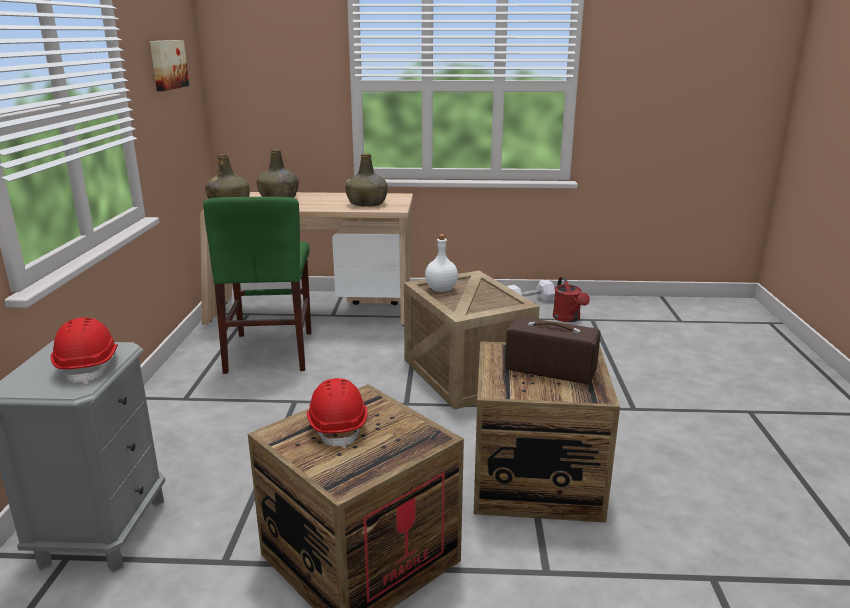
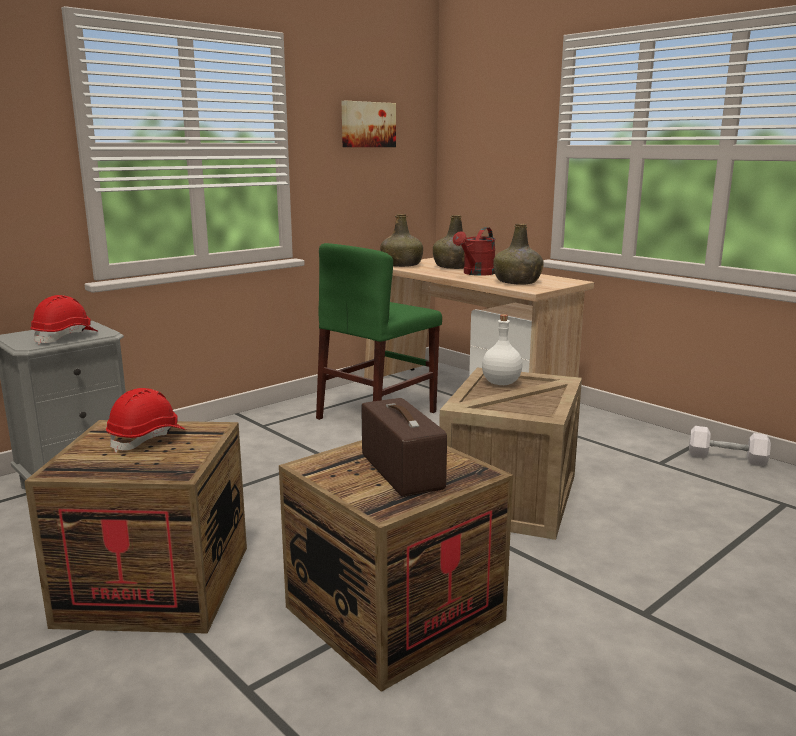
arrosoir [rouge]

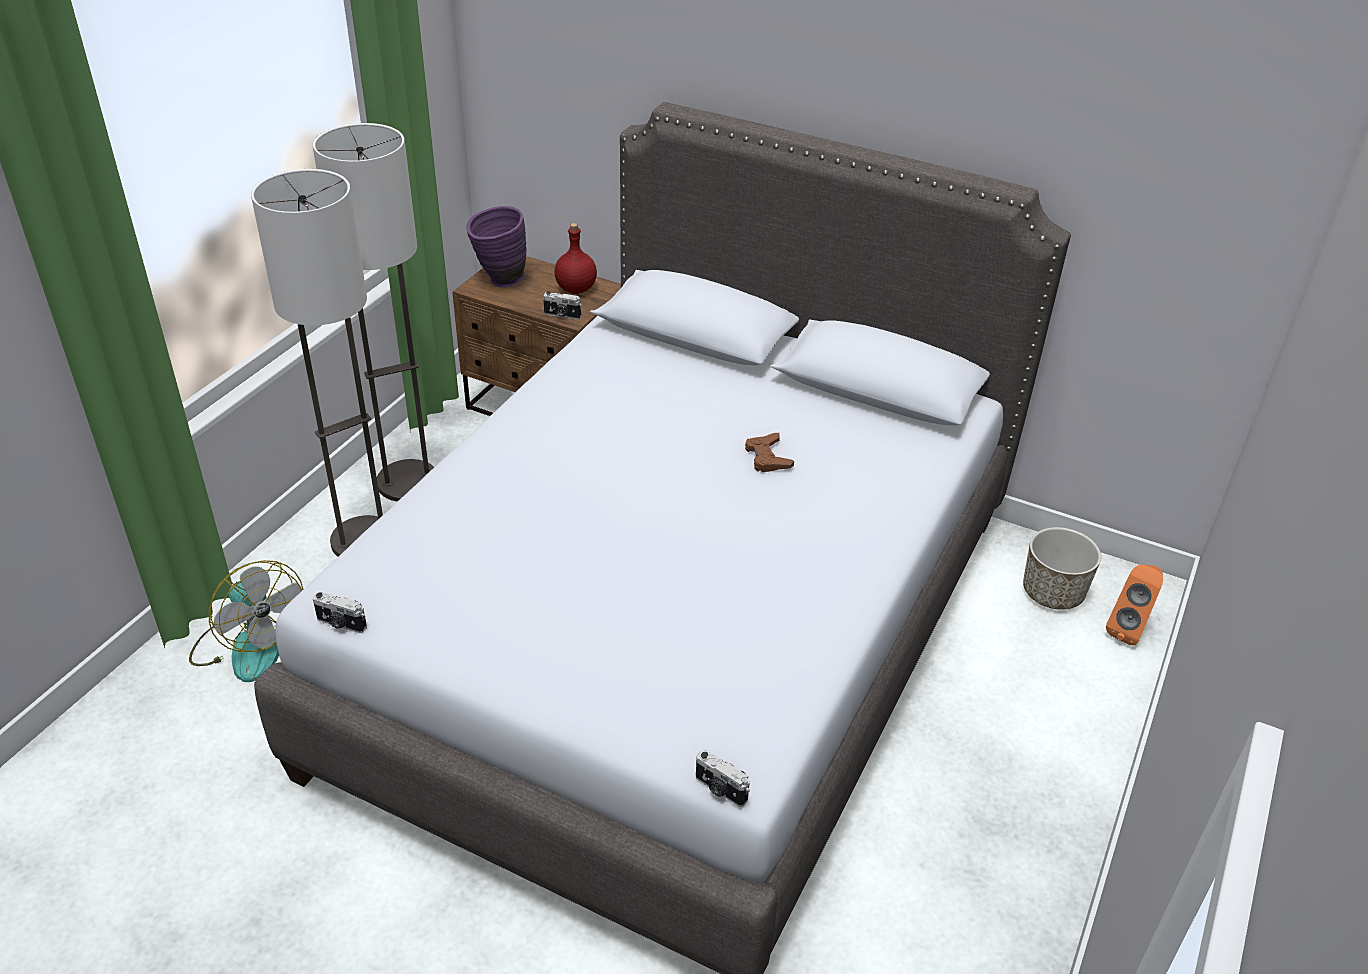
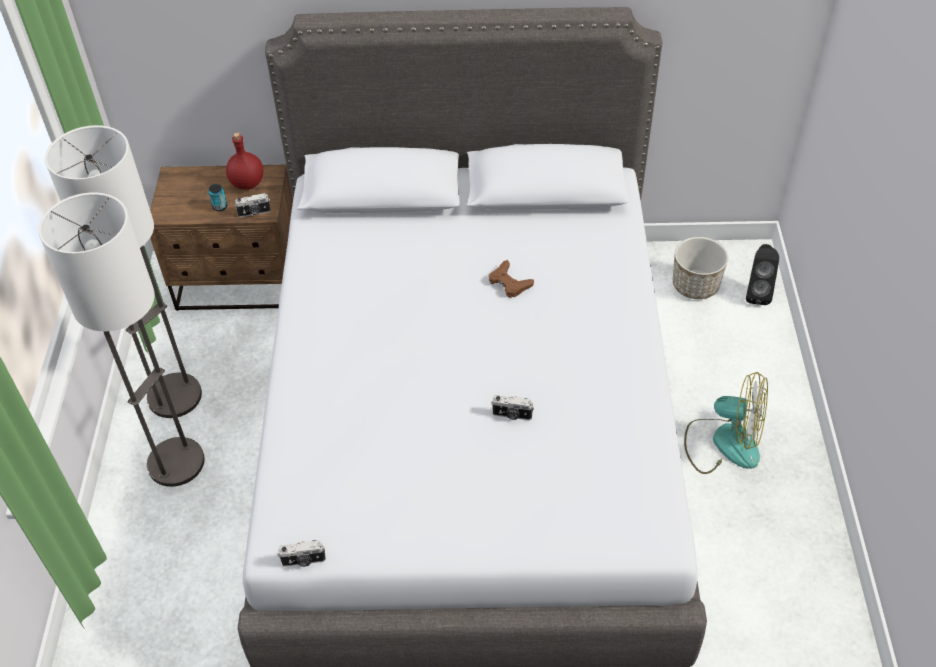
boîte métallique
appareil photo (no. 3 from left)
ventilateur
enceinte [noir]
vase [violet]

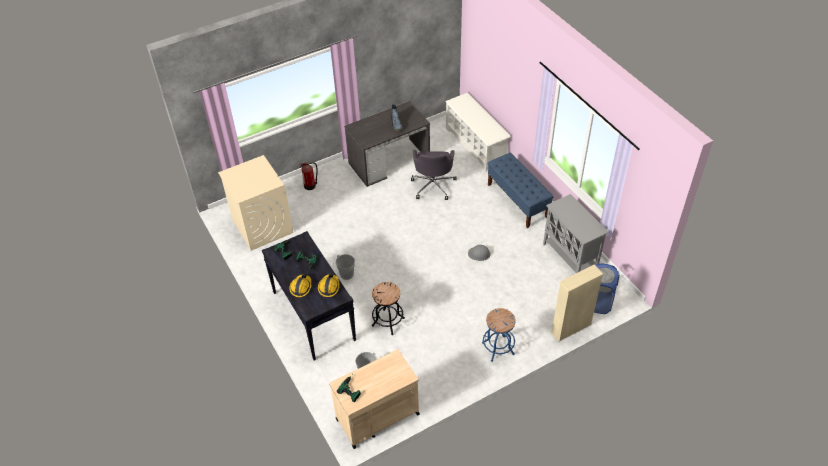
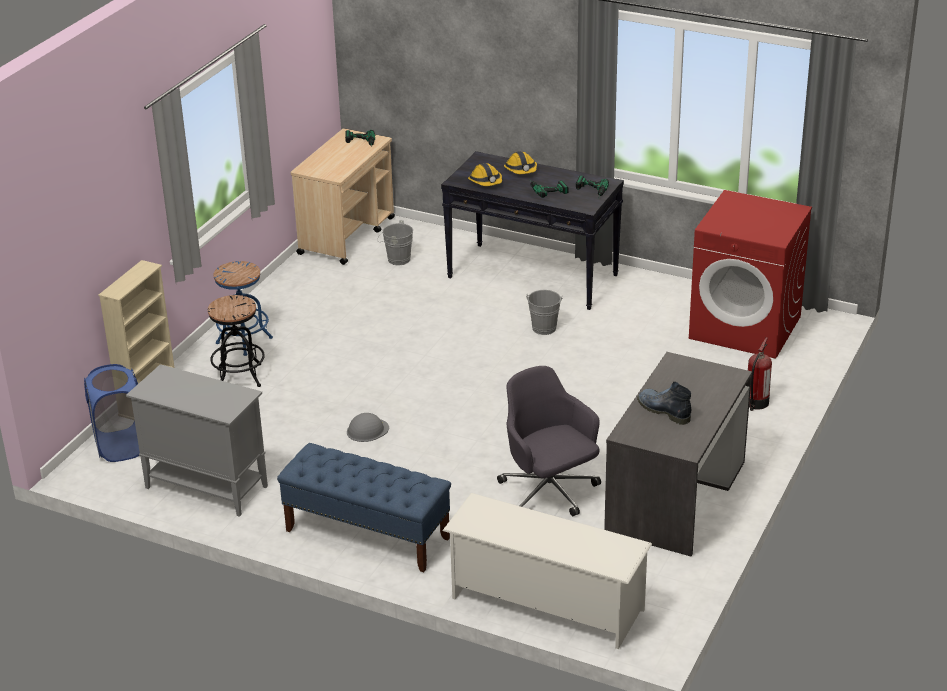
tabouret [noir]
lave-linge [rouge]

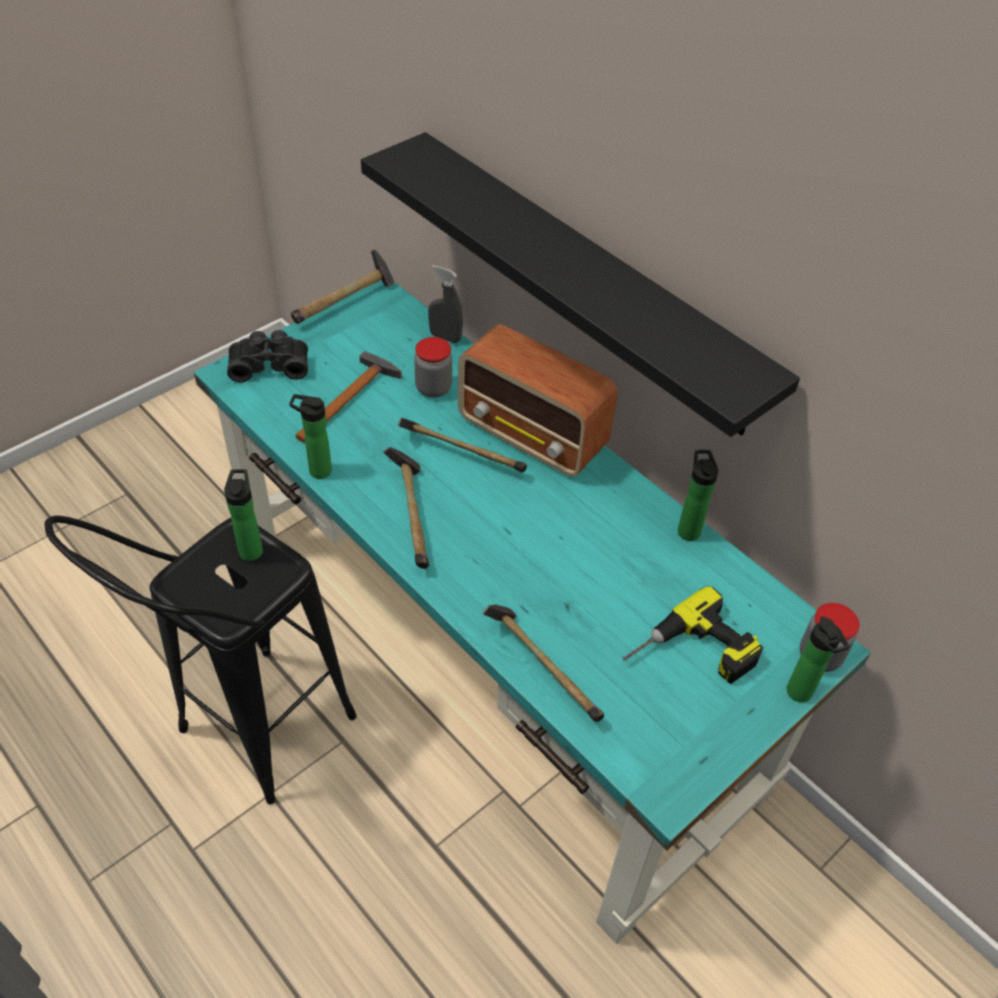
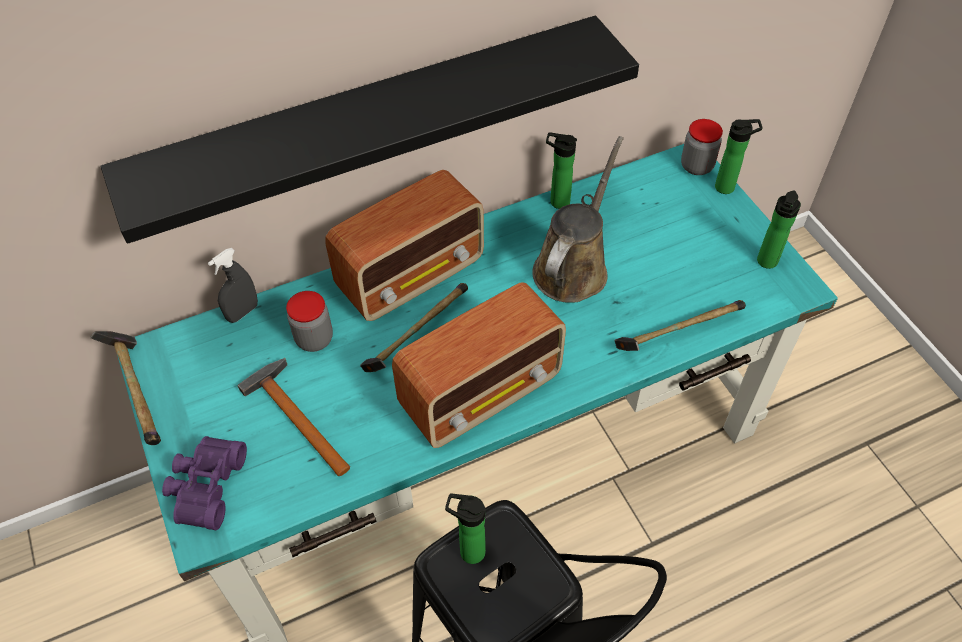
jumelles [violet]
radio (no. 2 from left)
arrosoir [marron]
bouteille (no. 4 from left)
perceuse

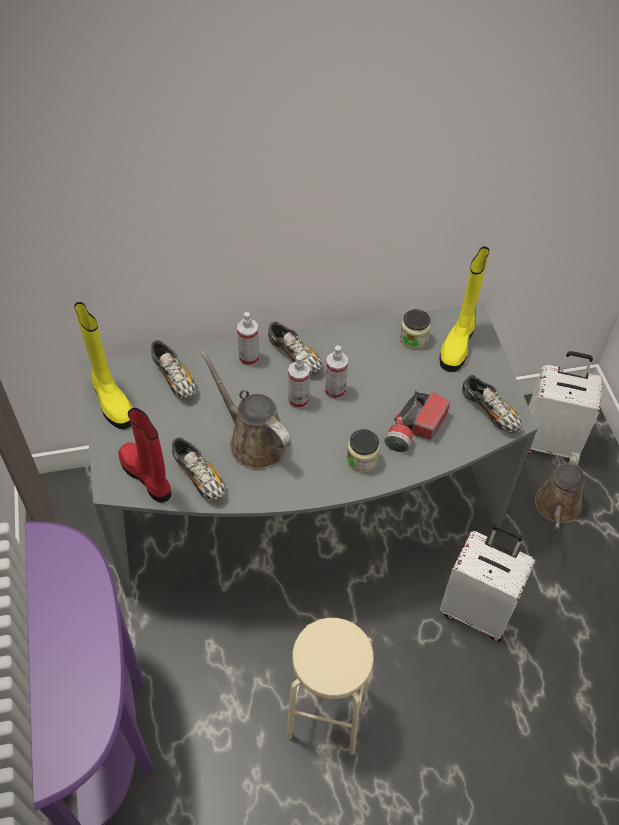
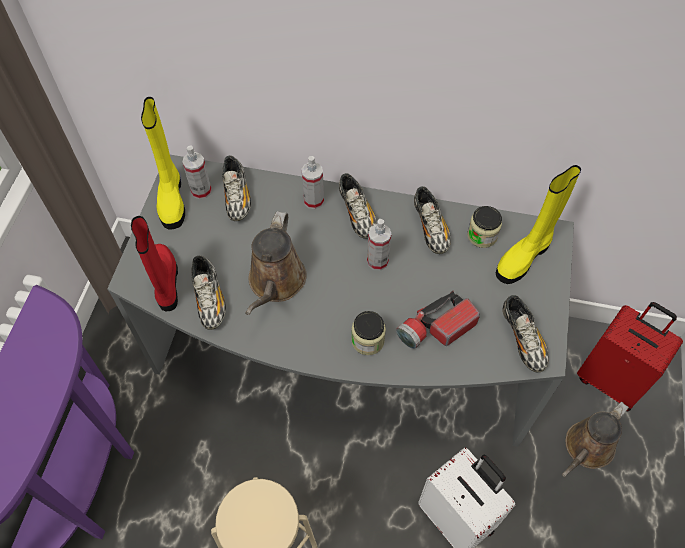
vaporisateur (no. 1 from left)
arrosoir [marron] (no. 1 from left)
chaussure (no. 4 from left)
valise [rouge]

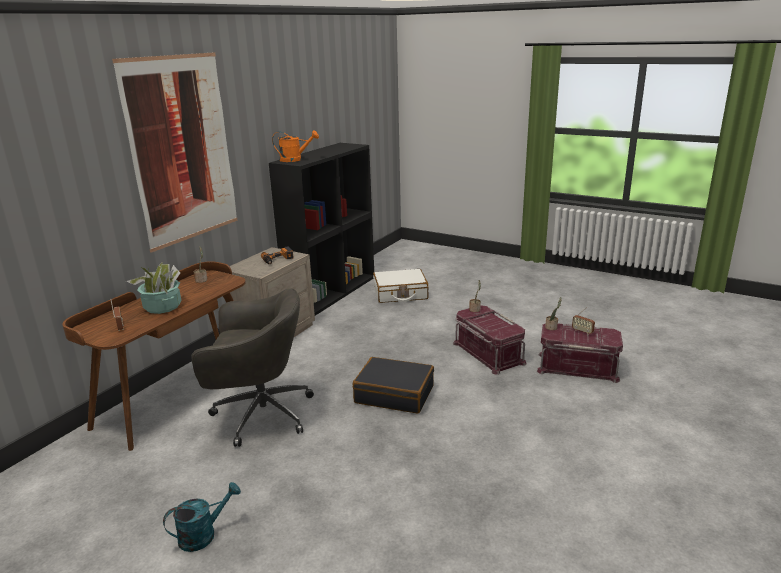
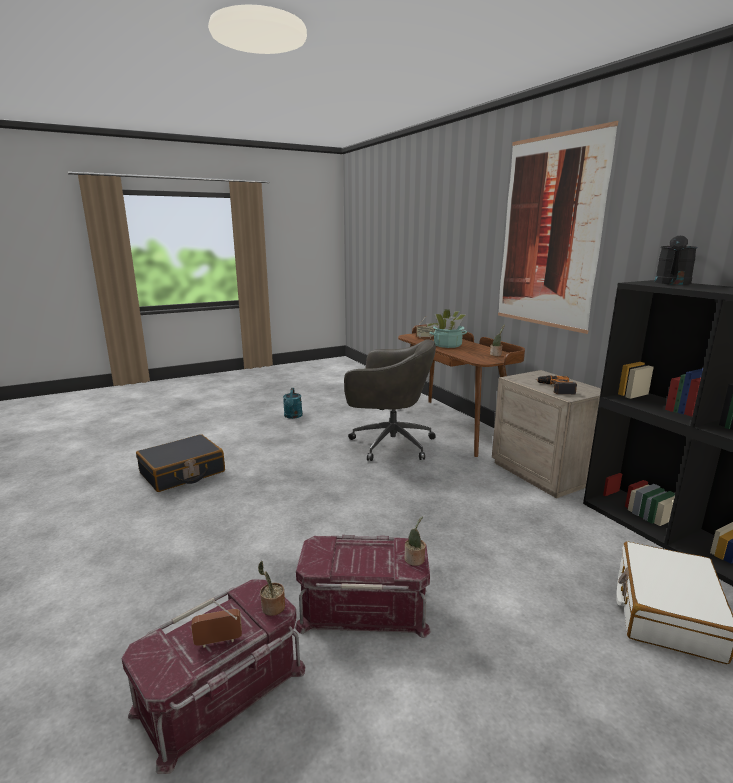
valise [noir]
chaise de bureau [gris]
arrosoir [noir]

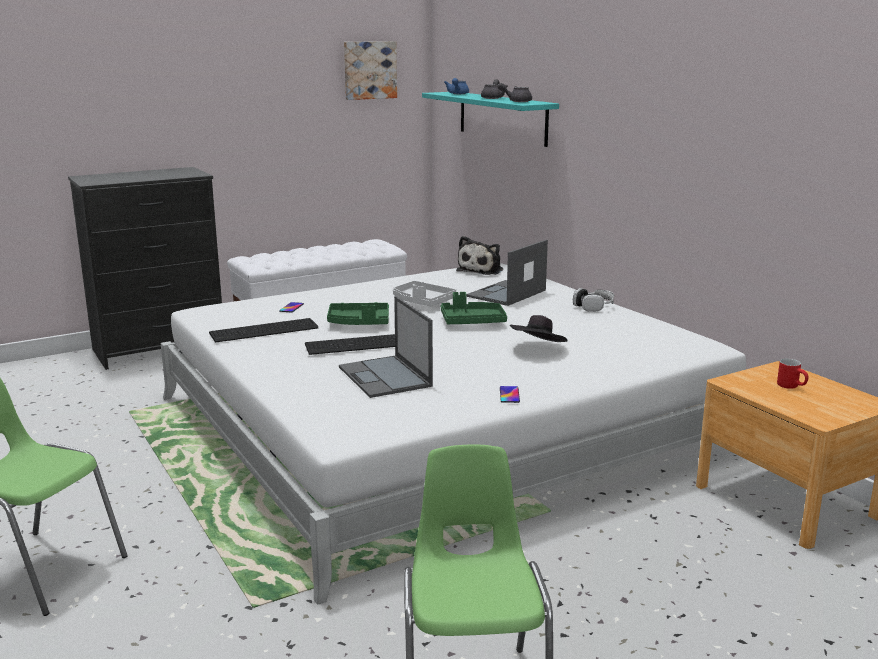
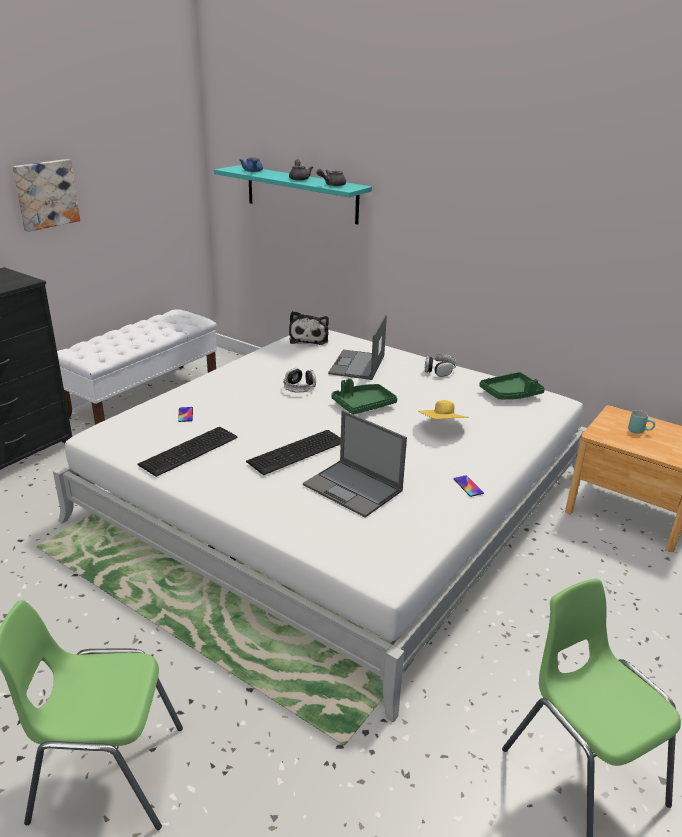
tableau
casque audio (no. 1 from left)
chapeau [jaune]
plateau [vert] (no. 2 from left)
mug [turquoise]

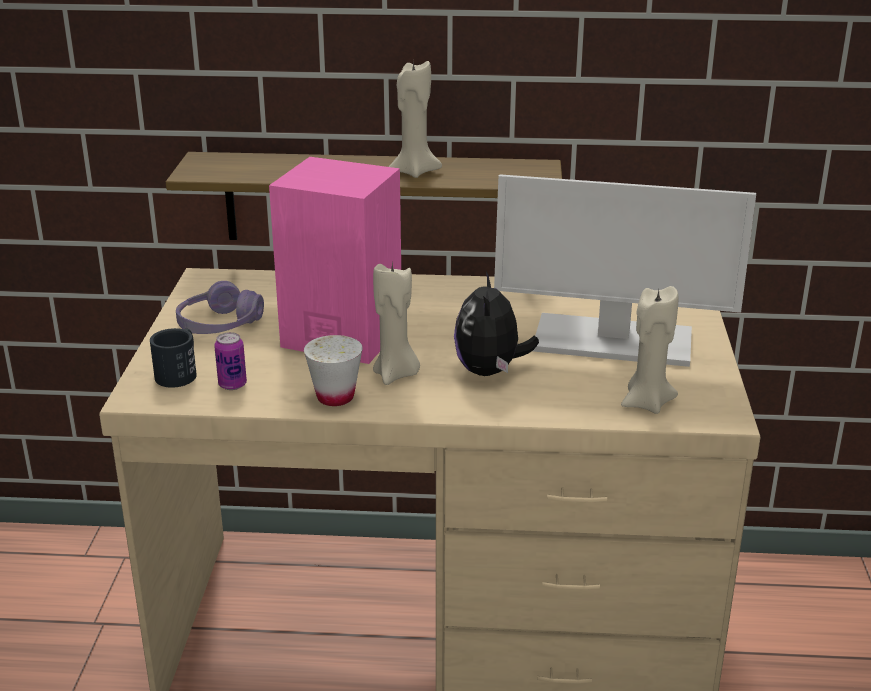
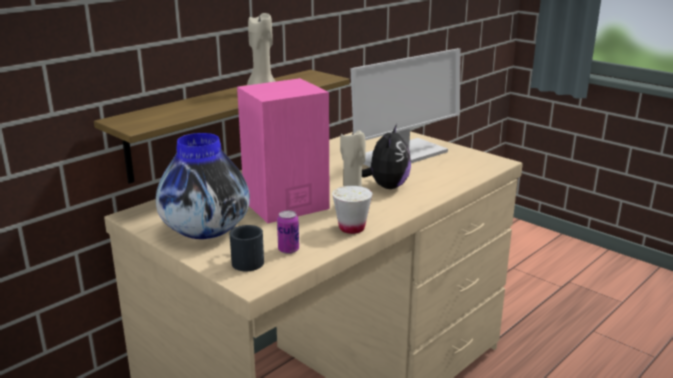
vase
peluche
bougie [beige] (no. 3 from left in the first image)

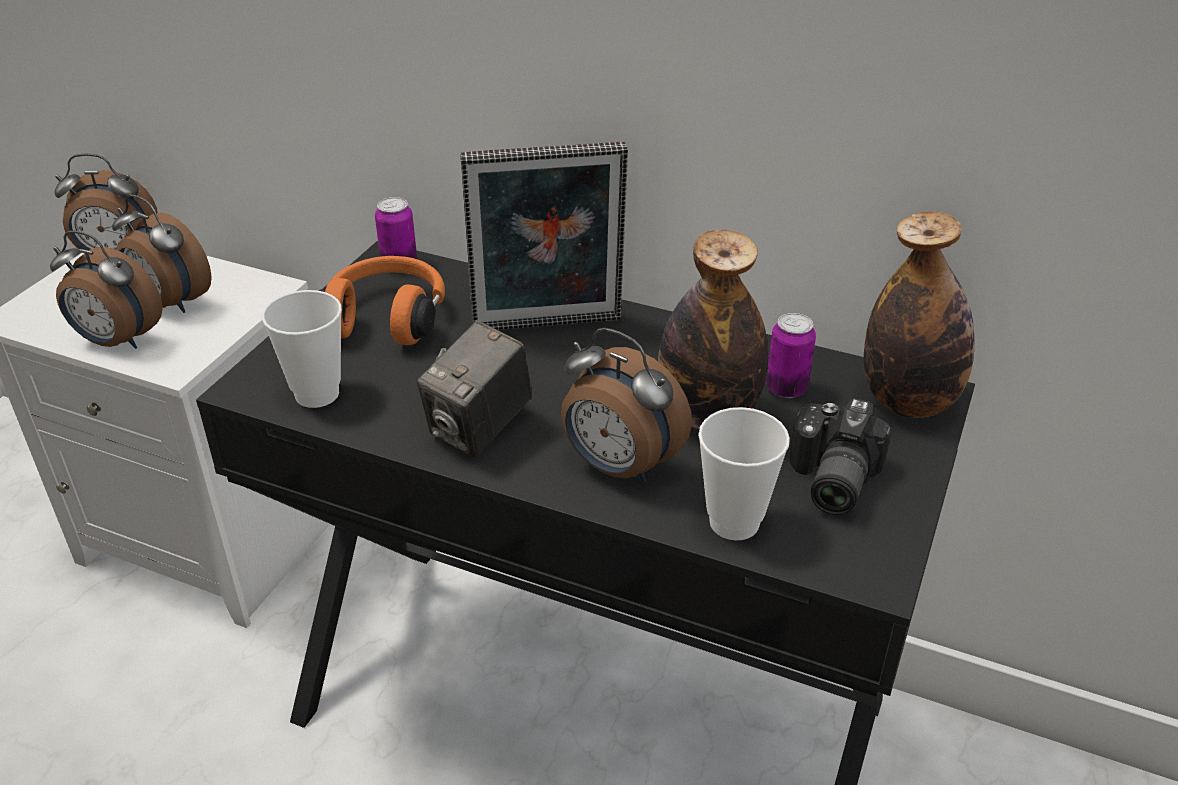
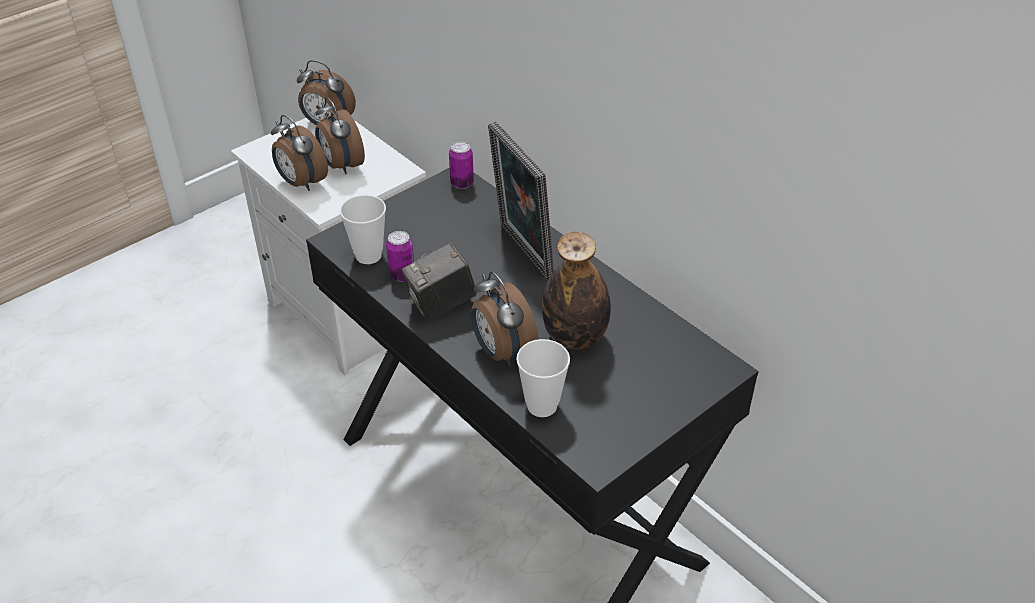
boîte métallique (no. 1 from left)
cadre photo
casque audio [orange]
appareil photo (no. 2 from left in the first image)
bouteille (no. 2 from left in the first image)

